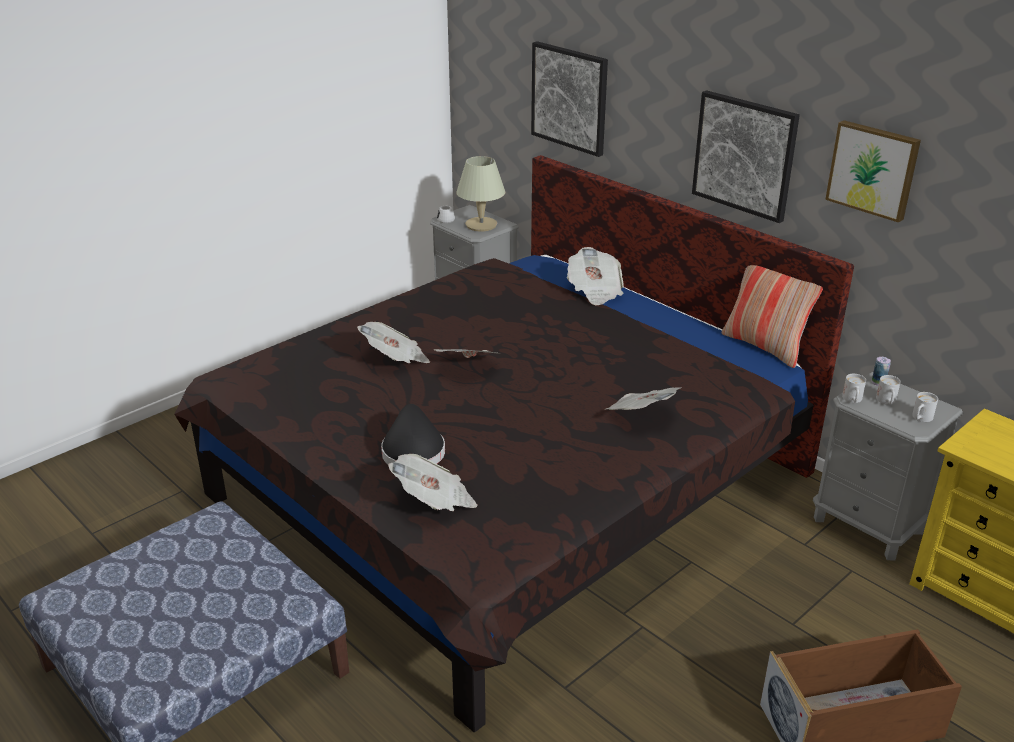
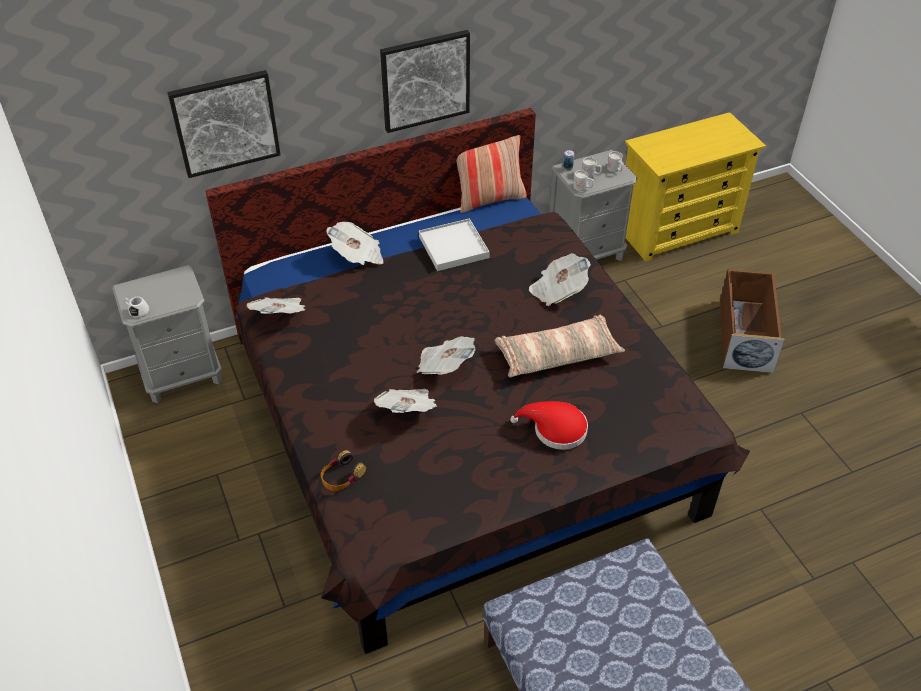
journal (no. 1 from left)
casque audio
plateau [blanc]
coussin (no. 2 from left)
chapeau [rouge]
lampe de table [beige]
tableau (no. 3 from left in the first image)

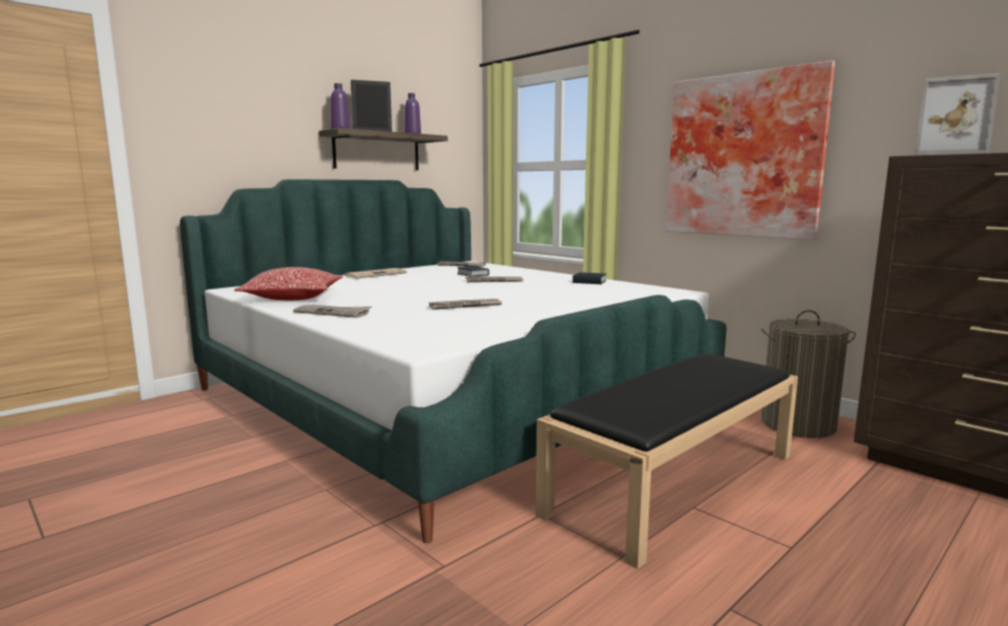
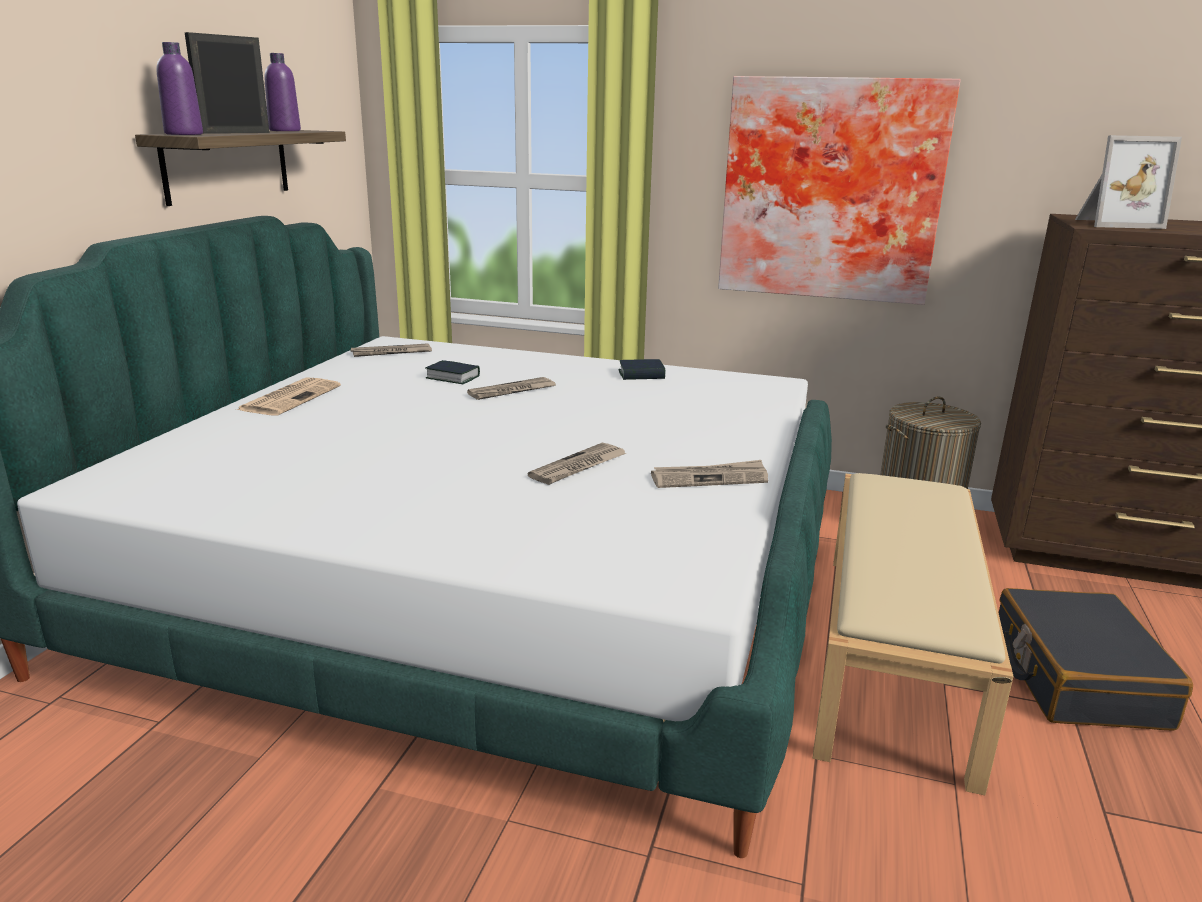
journal (no. 5 from left)
banc [beige]
valise [noir]
coussin

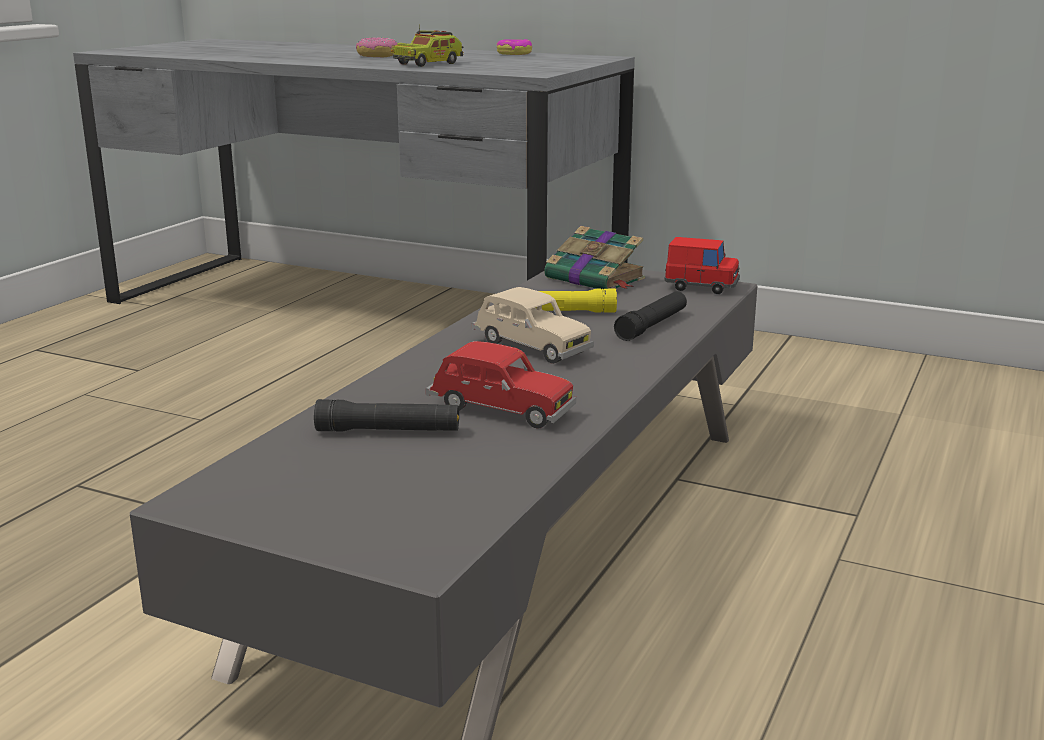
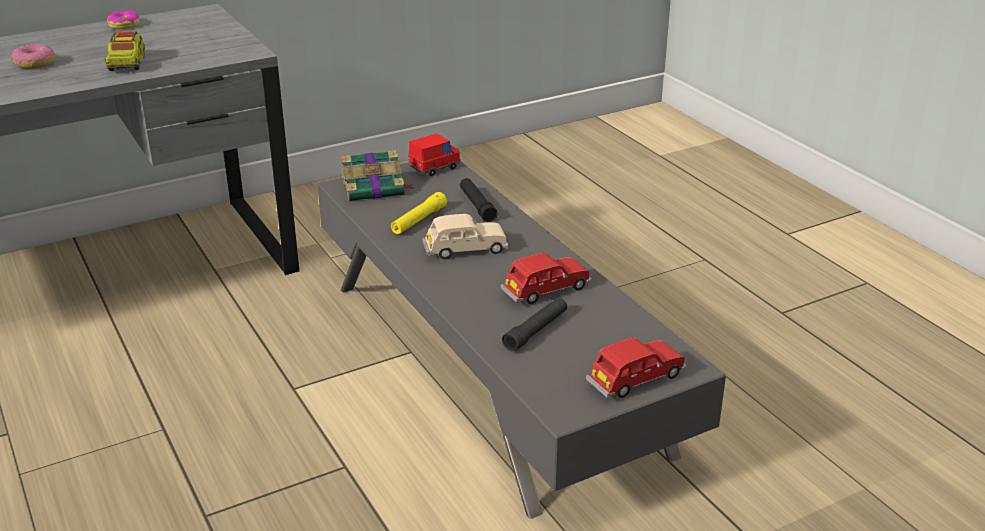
petite voiture [rouge] (no. 3 from left)

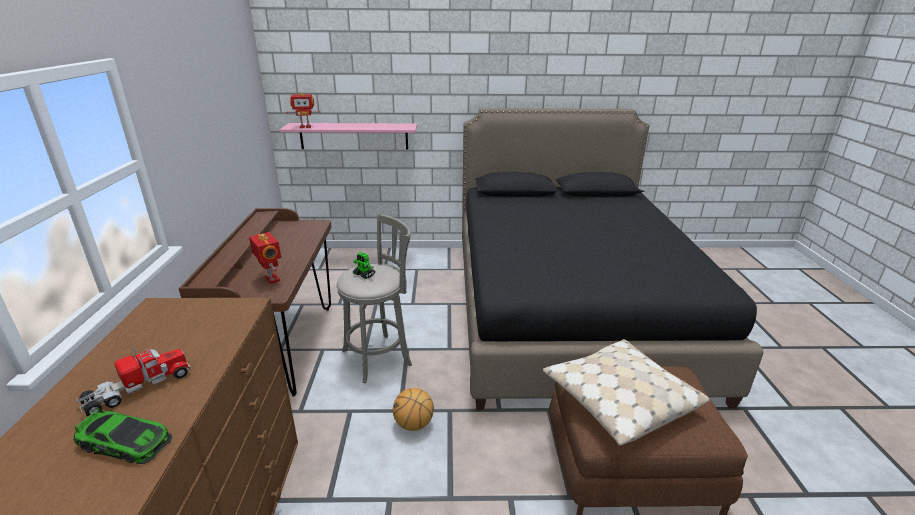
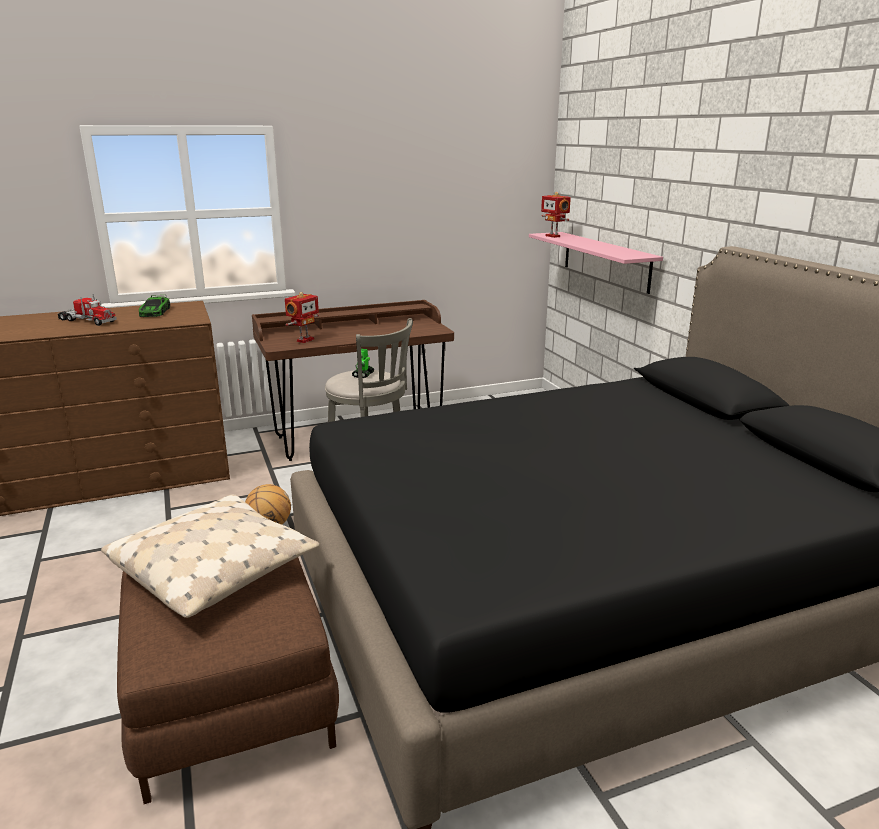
petite voiture

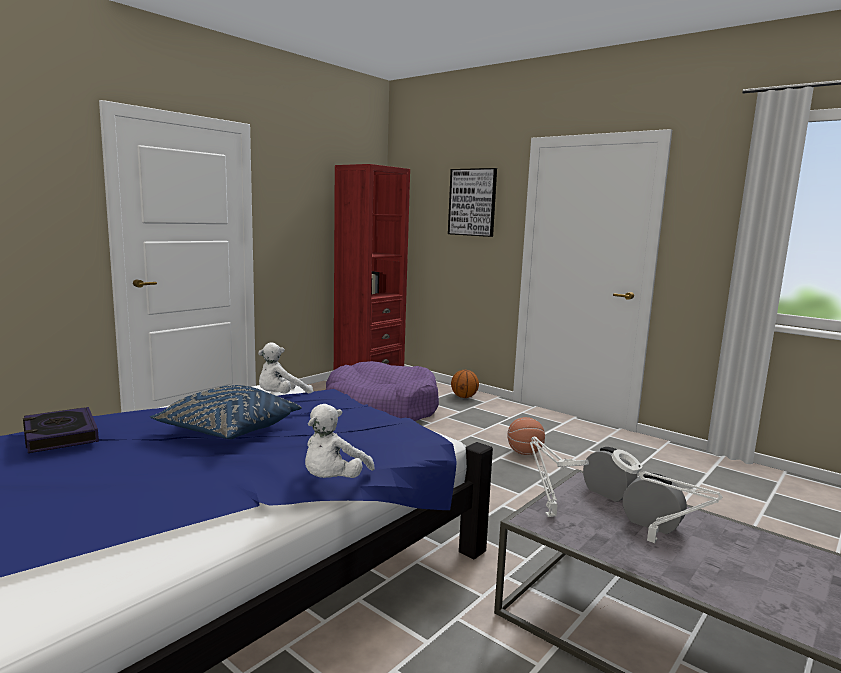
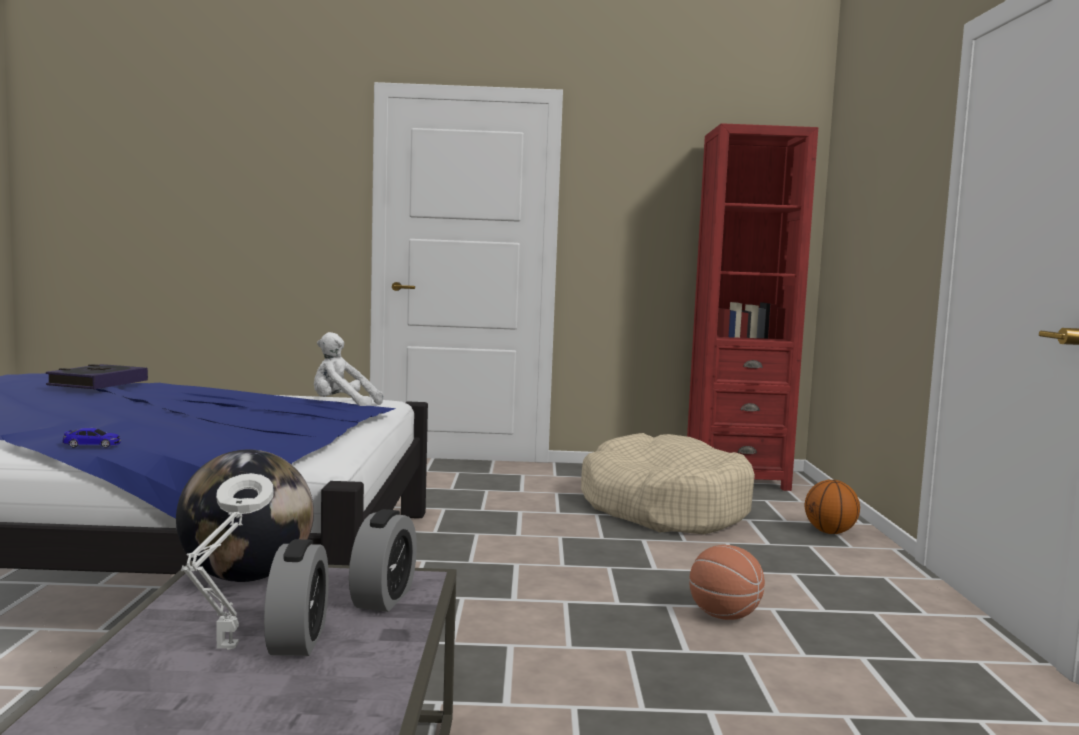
petite voiture
globe
panier pour chien [beige]
coussin [bleu]
tableau

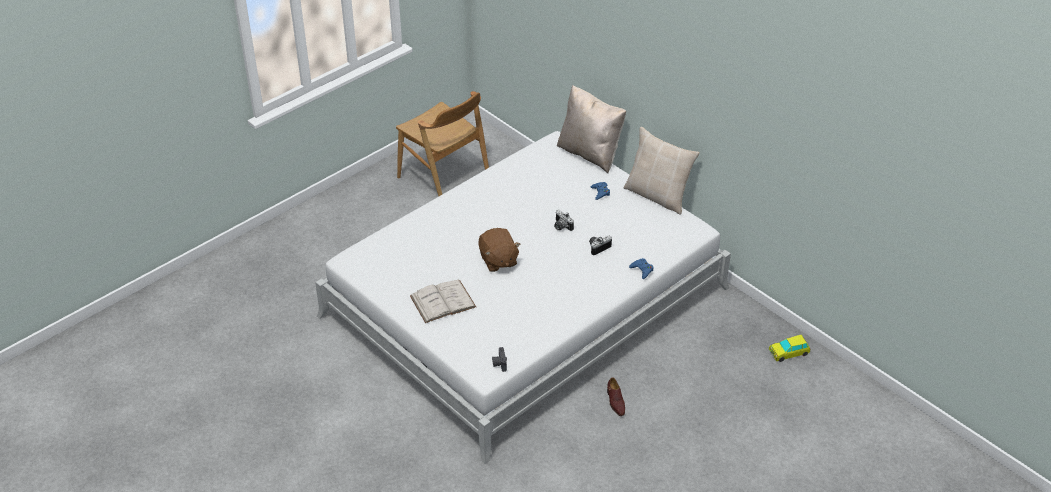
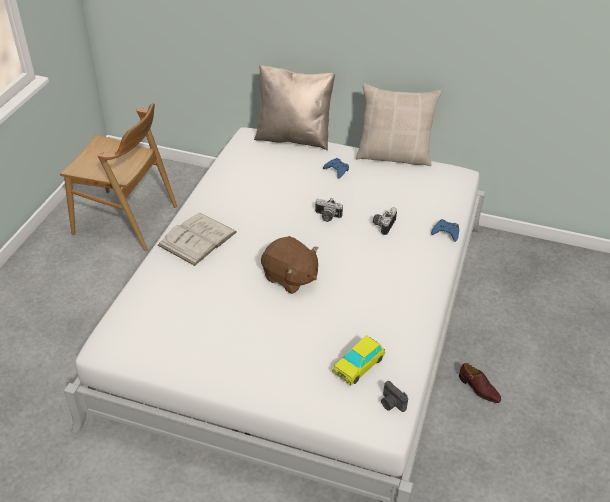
livre [blanc]
petite voiture

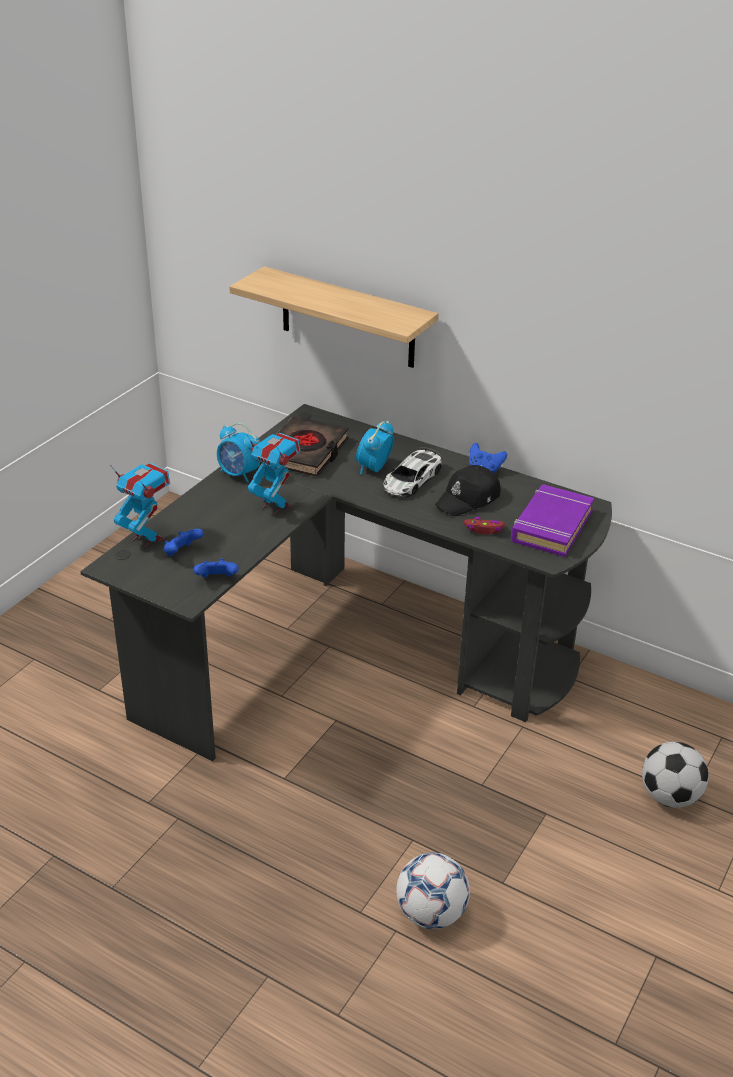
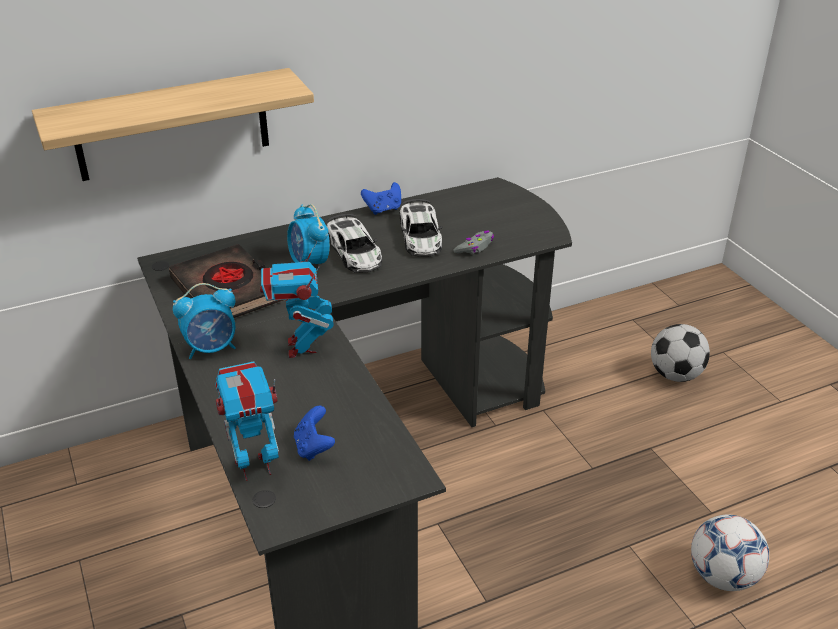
robot jouet (no. 2 from left)
petite voiture (no. 2 from left)
manette [gris]
manette [bleu] (no. 2 from left in the first image)
livre [violet]

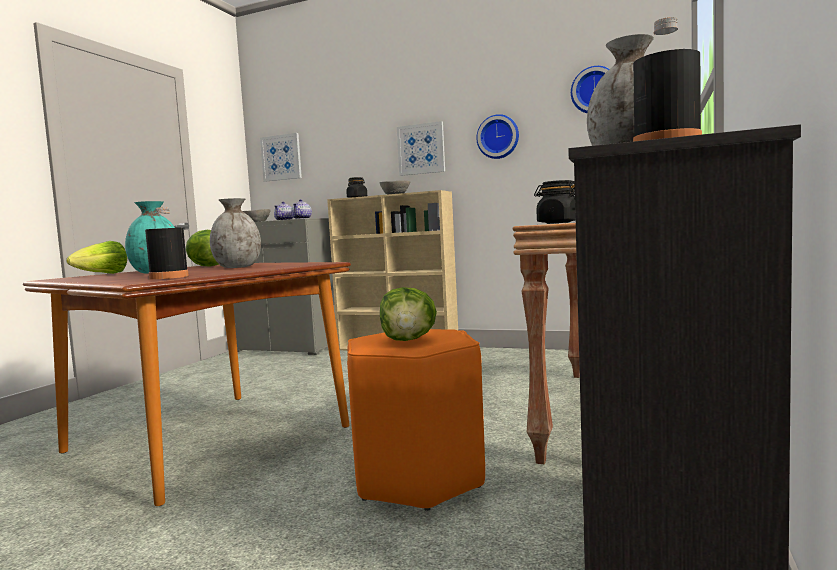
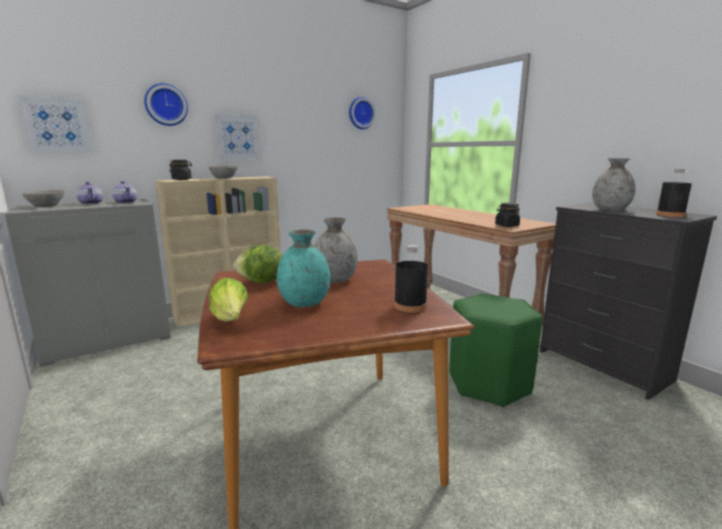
horloge murale (no. 1 from left)
tabouret [vert]
laitue (no. 3 from left in the first image)

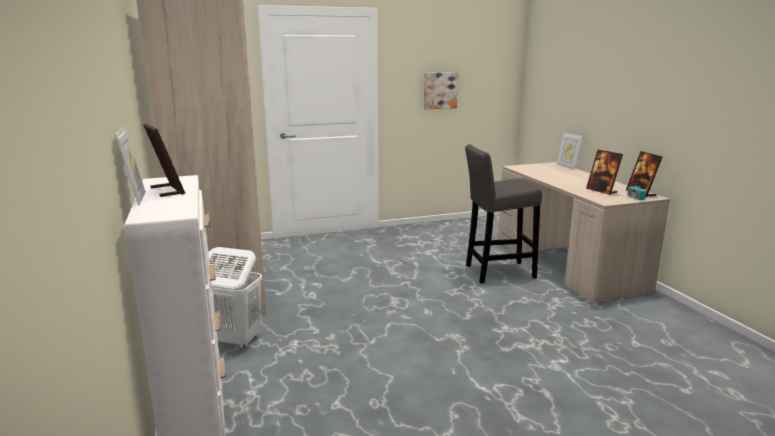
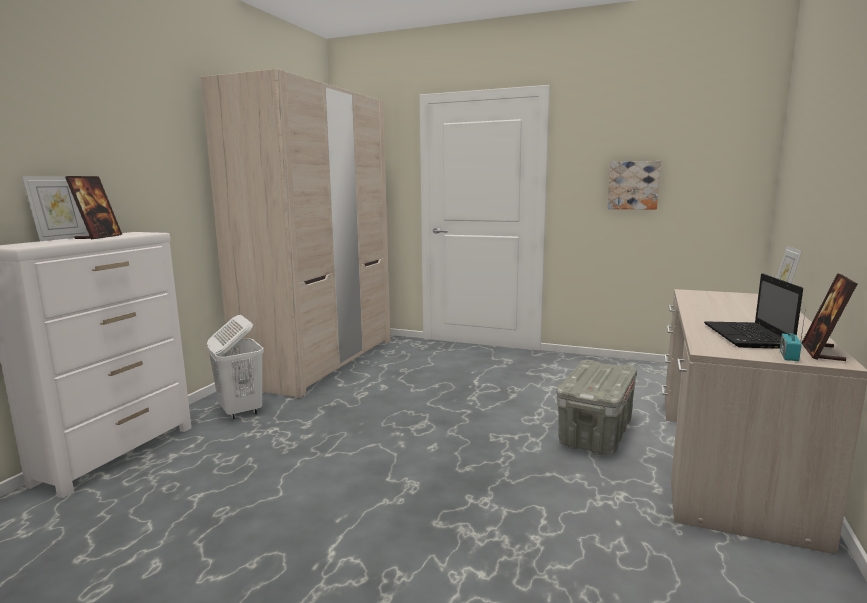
boîte de rangement [gris]
ordinateur portable

